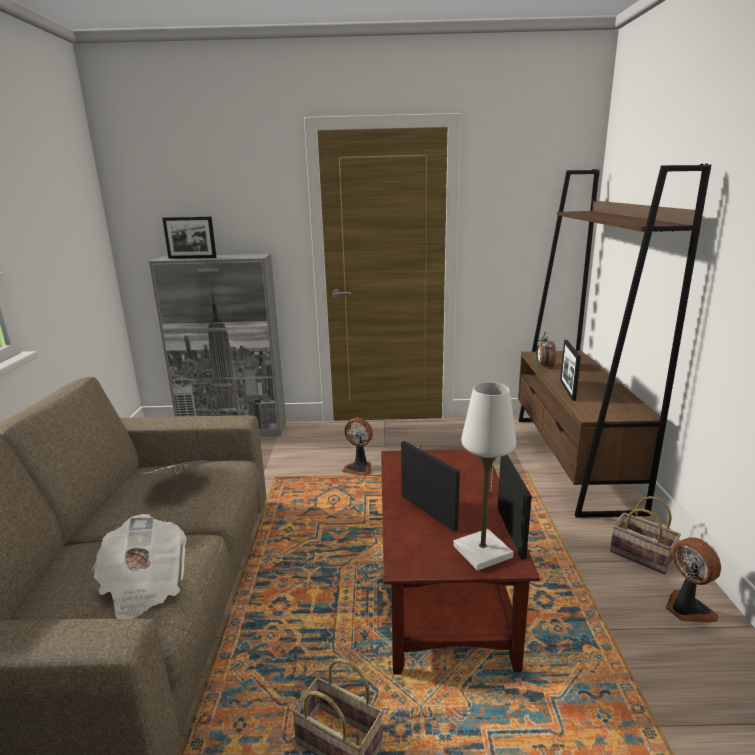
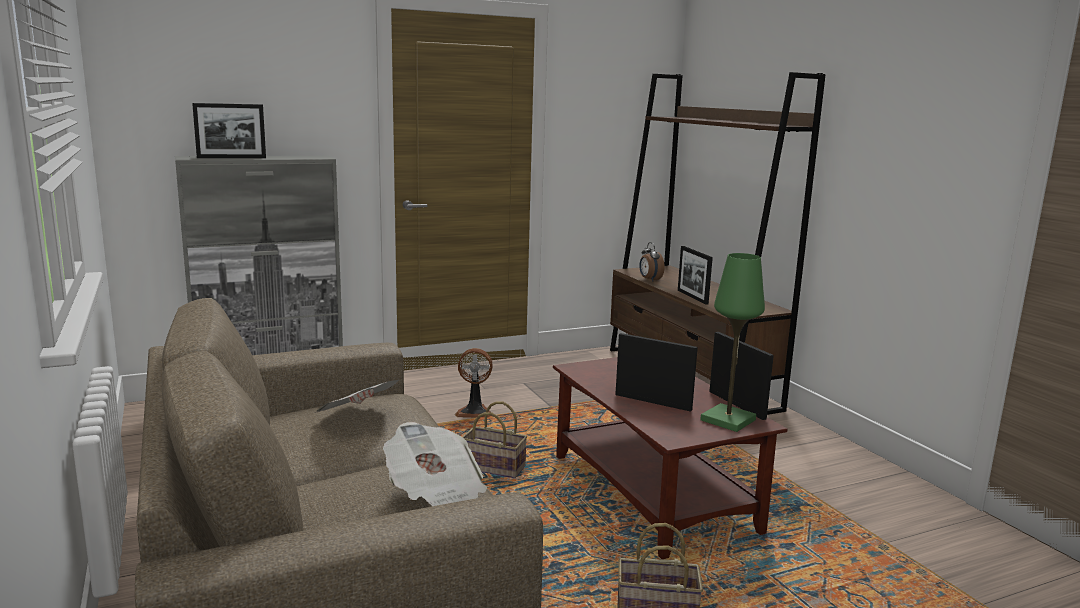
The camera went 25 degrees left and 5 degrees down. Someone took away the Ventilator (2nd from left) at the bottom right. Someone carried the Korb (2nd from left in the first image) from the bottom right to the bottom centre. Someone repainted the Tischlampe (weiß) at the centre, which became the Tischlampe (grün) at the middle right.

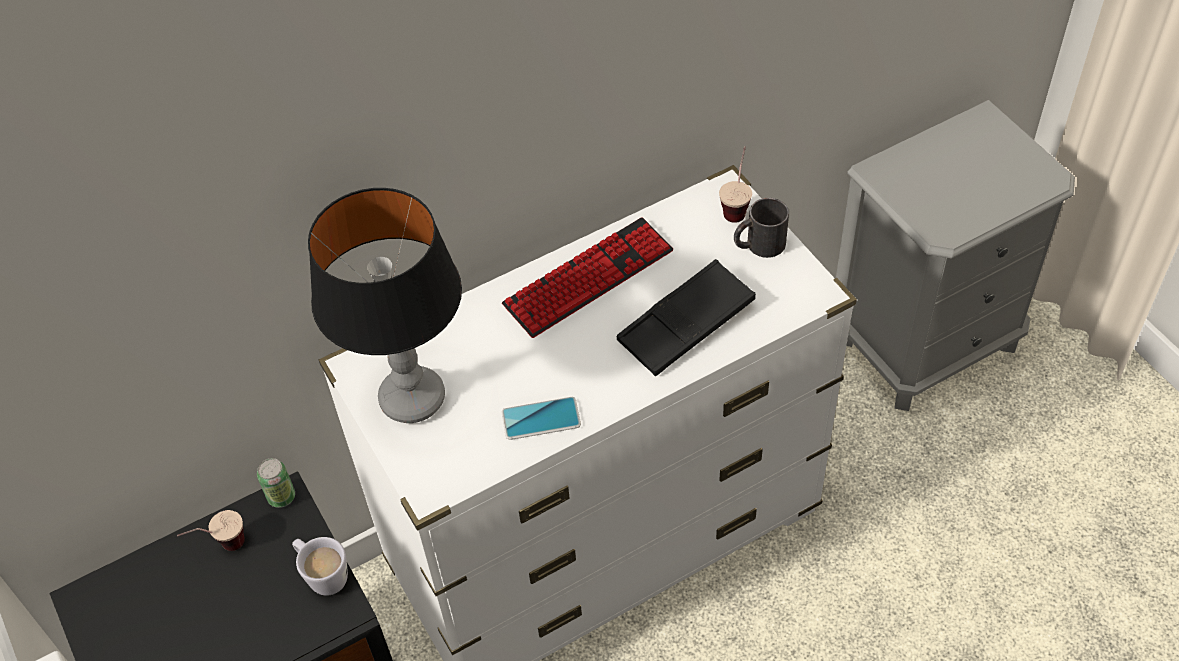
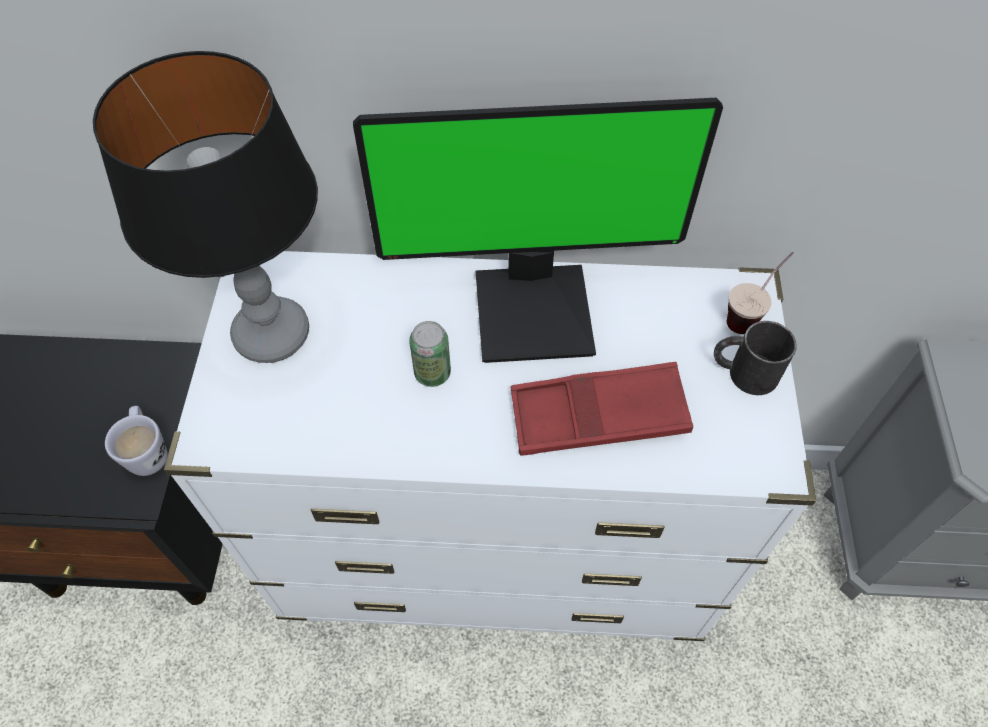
The camera went 30 degrees right and 5 degrees up. Someone took away the Tasse (1st from left) at the bottom left. Someone took away the Handy at the centre. Someone carried the Dose from the bottom left to the centre. Someone swapped the Tastatur at the centre for the Monitor at the top centre. Someone repainted the Tablett (schwarz) at the centre, which became the Tablett (rot) at the centre.

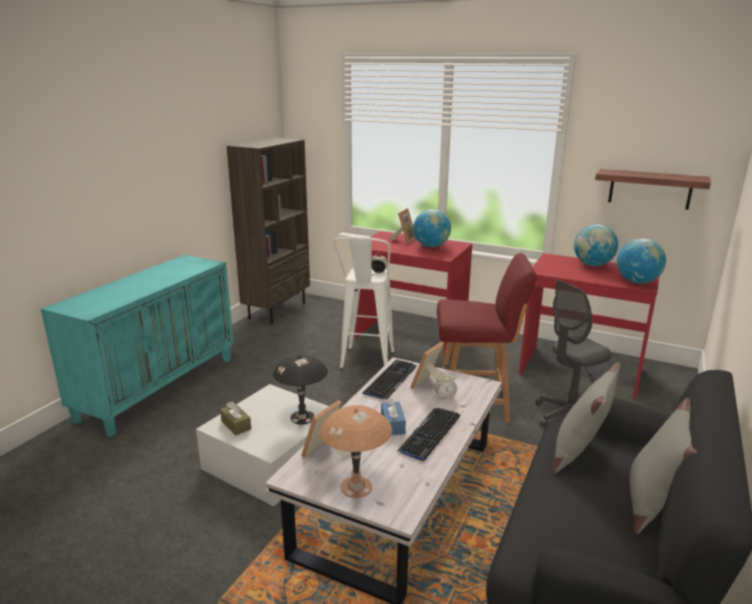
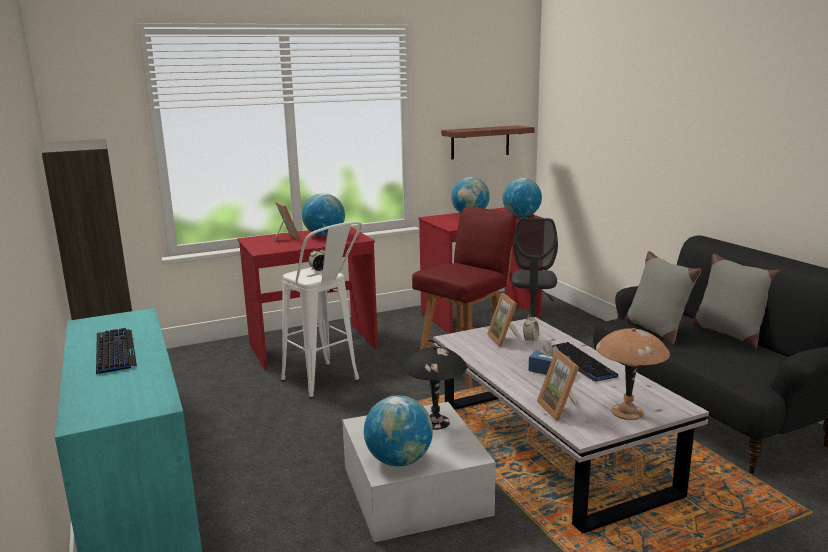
The camera went 50 degrees left and 5 degrees down. Someone carried the Tastatur (1st from left) from the centre to the middle left. Someone swapped the Taschentuchbox (braun) at the bottom left for the Globus (2nd from left) at the bottom centre.

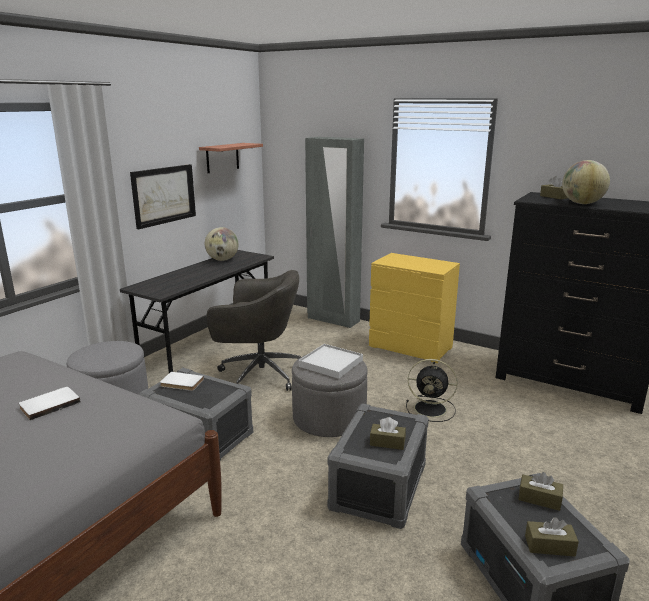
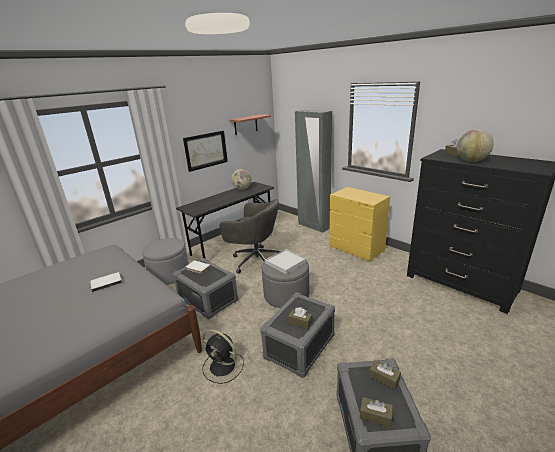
The camera went 15 degrees right and 5 degrees up. Someone carried the Ventilator (schwarz) from the centre to the bottom centre.

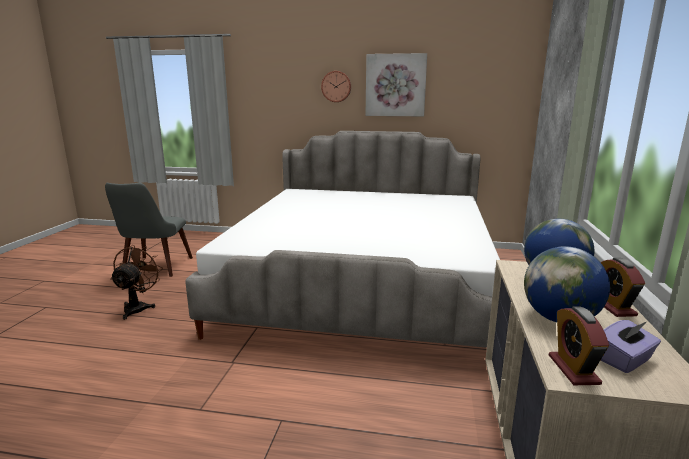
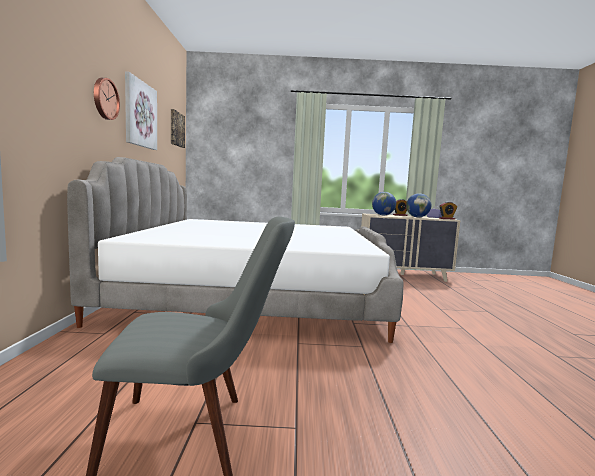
The camera went 100 degrees left and 10 degrees down. Someone took away the Ventilator (braun) at the middle left. Someone put up the Bild (2nd from left) at the top left.

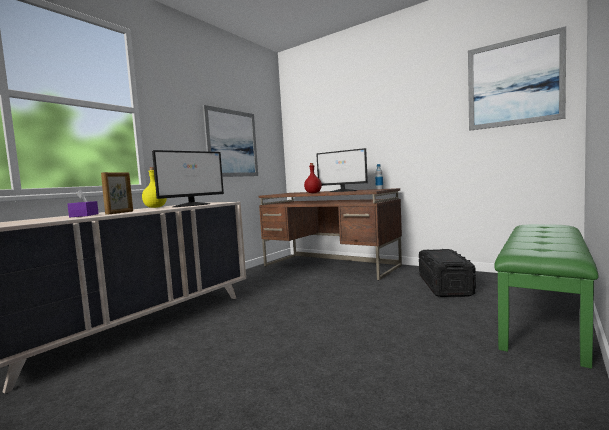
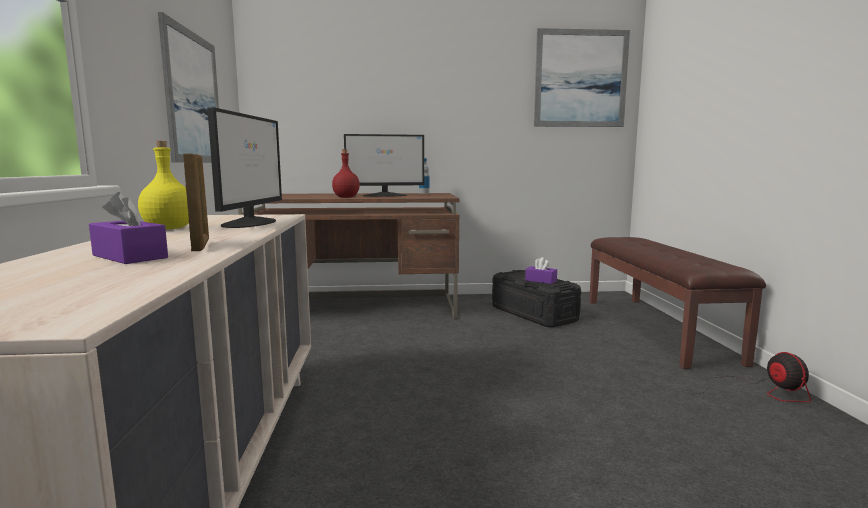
The camera went 40 degrees left and 5 degrees up. Someone put down the Taschentuchbox (lila) (2nd from left) at the centre. Someone put down the Ventilator at the bottom right. Someone repainted the Bank (grün) at the bottom right, which became the Bank (braun) at the middle right.

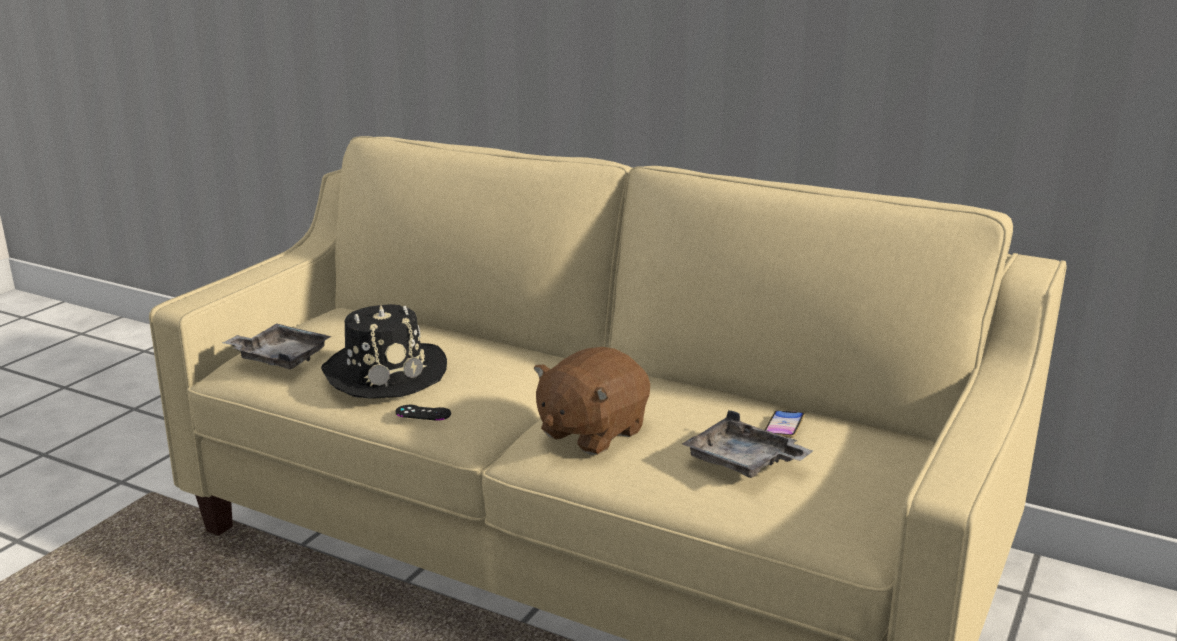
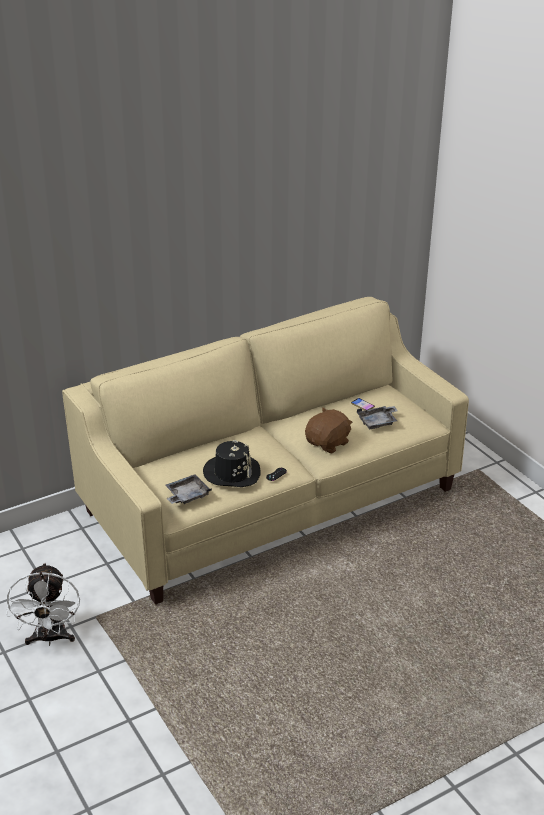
The camera went 60 degrees left and 10 degrees up. Someone put down the Ventilator (weiß) at the bottom left. Someone rotated the Plüschtier (braun) at the centre by 120 degrees counterclockwise.

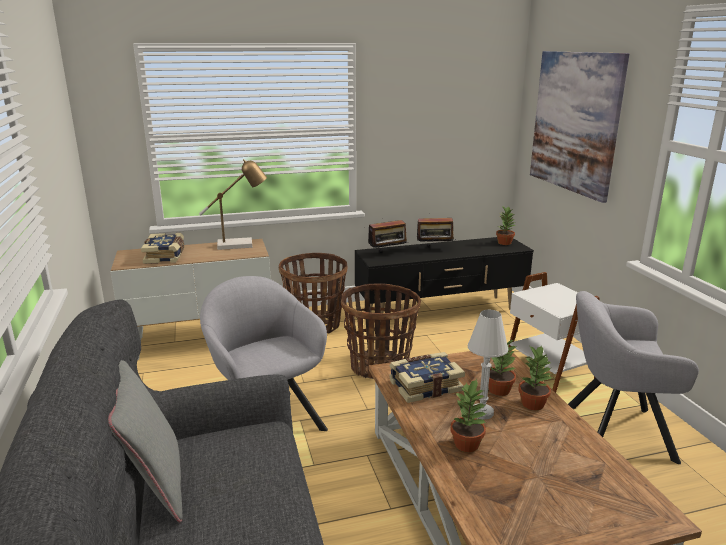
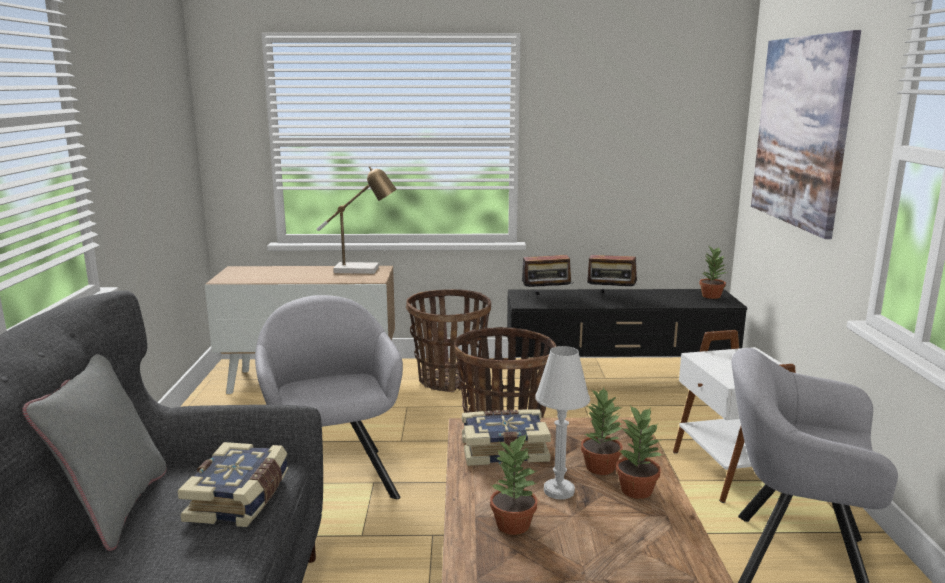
The camera went 15 degrees right and 5 degrees down. Someone carried the Buch (1st from left) from the middle left to the bottom left.

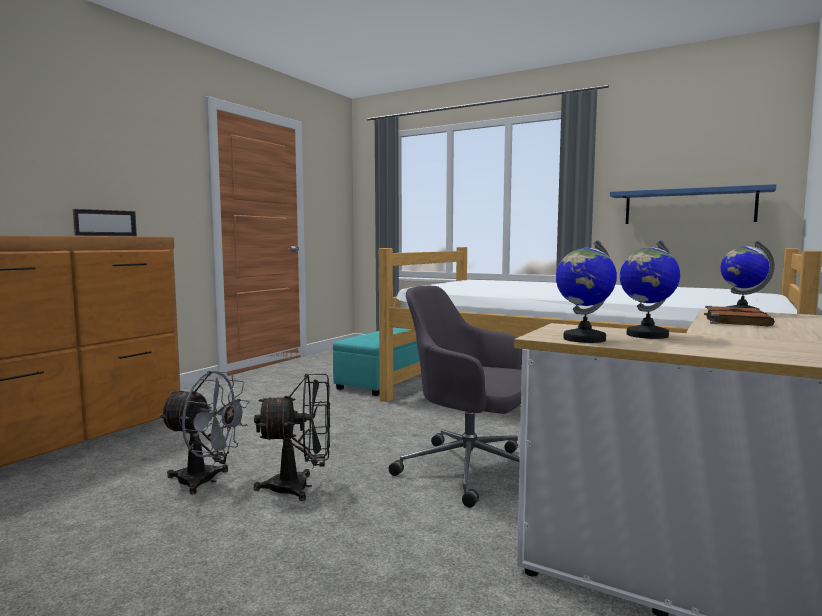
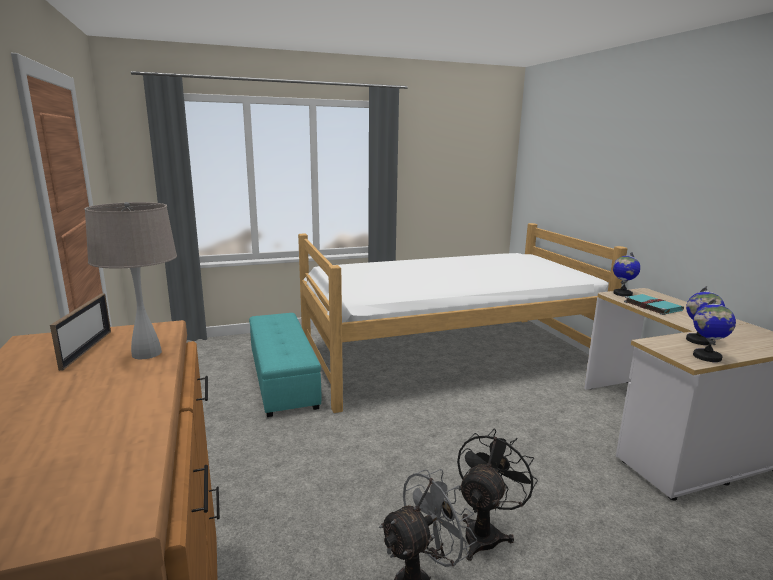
The camera went 50 degrees left and 10 degrees up. Someone took away the Bürostuhl (grau) at the centre. Someone took away the Wandregal (blau) at the top right. Someone put down the Tischlampe (beige) at the middle left. Someone repainted the Buch (braun) at the middle right, which became the Buch (türkis) at the middle right.

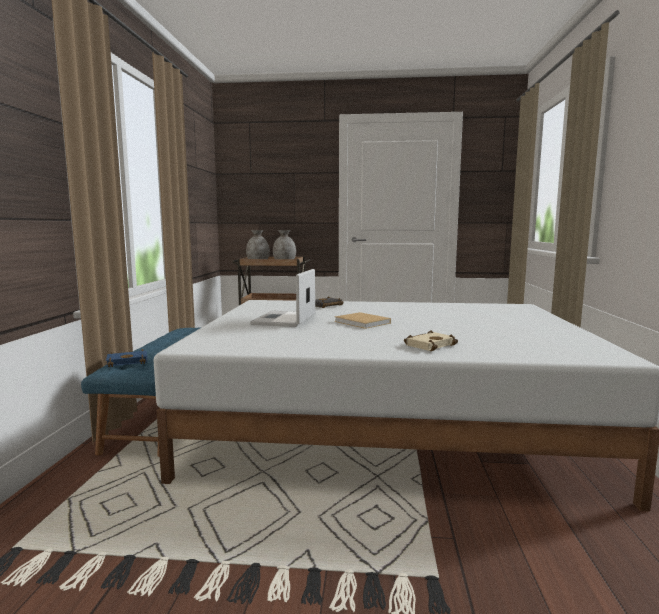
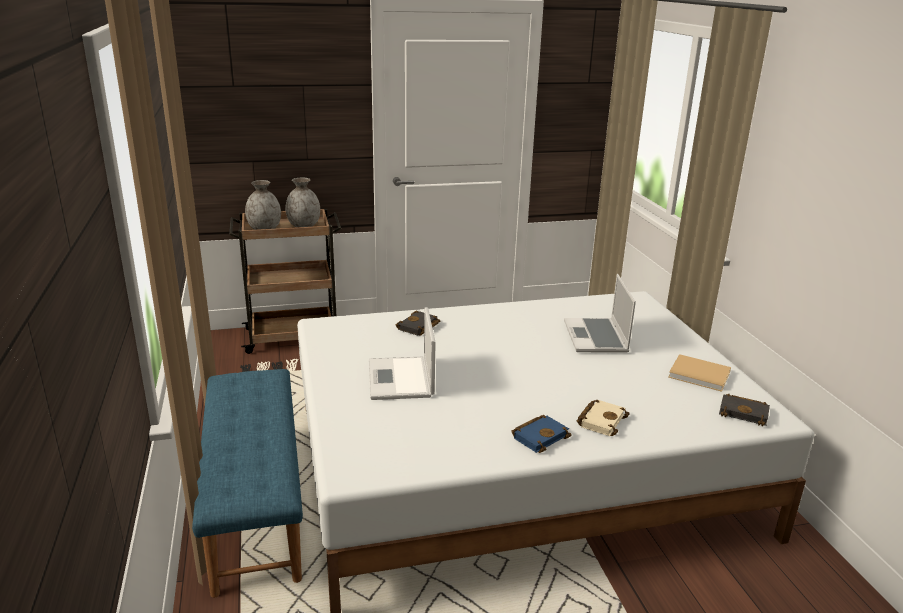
The camera went 20 degrees left and 15 degrees up. Someone put down the Laptop (2nd from left) at the centre. Someone put down the Buch (schwarz) (2nd from left) at the bottom right. Someone carried the Buch (blau) from the middle left to the bottom centre. Someone carried the Buch (beige) (1st from left in the first image) from the centre to the middle right.

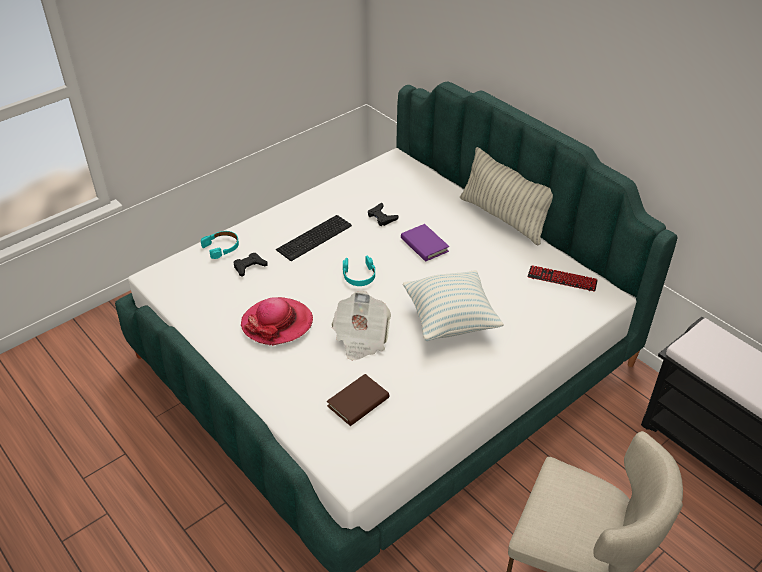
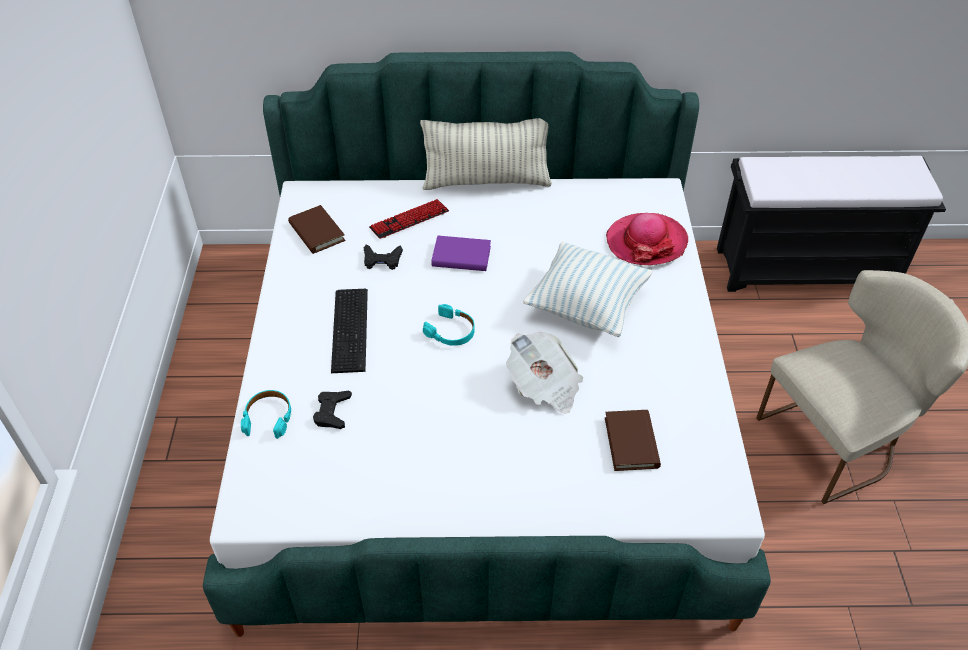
The camera went 50 degrees left and 5 degrees up. Someone put down the Buch (braun) (1st from left) at the middle left. Someone carried the Hut from the centre to the middle right. Someone carried the Tastatur (2nd from left) from the middle right to the centre.

